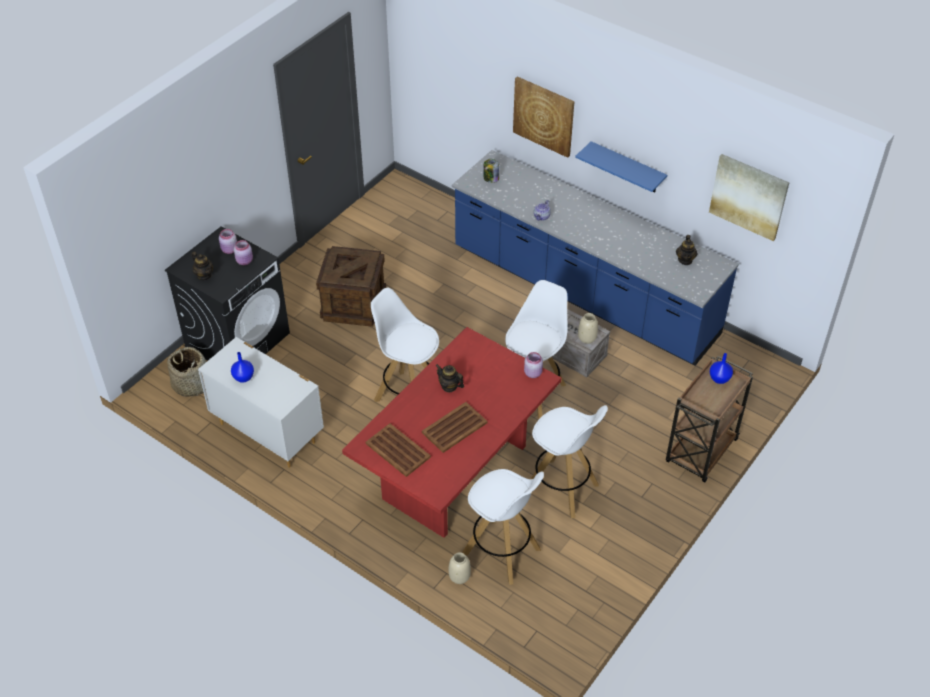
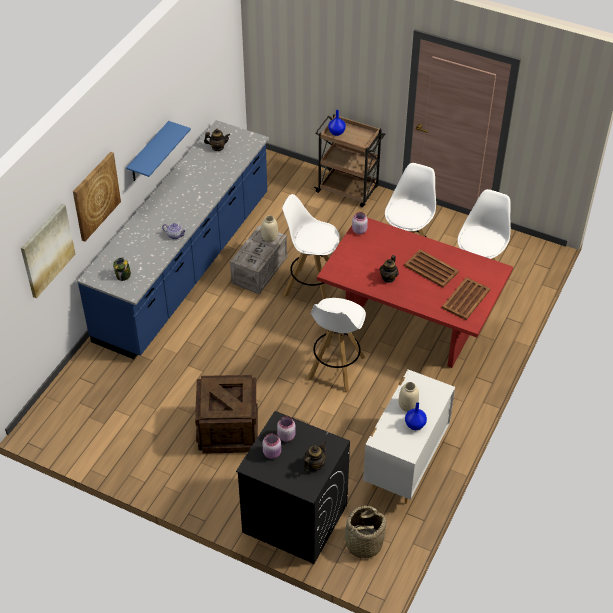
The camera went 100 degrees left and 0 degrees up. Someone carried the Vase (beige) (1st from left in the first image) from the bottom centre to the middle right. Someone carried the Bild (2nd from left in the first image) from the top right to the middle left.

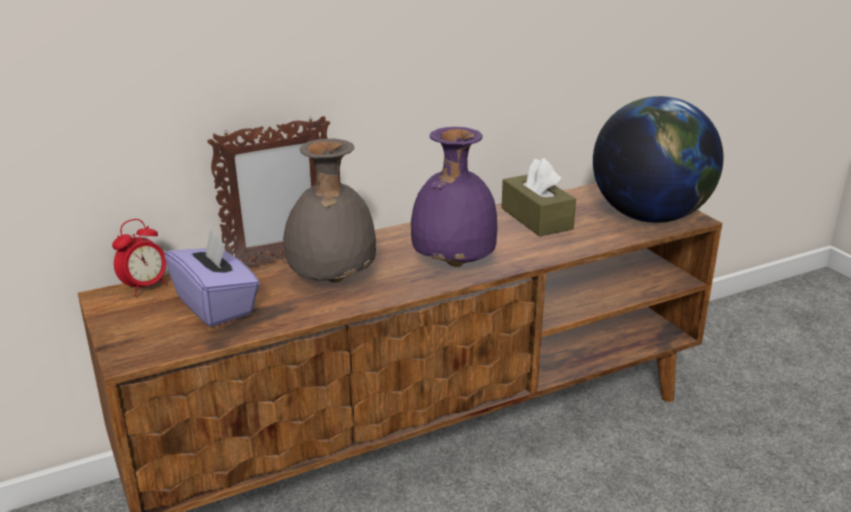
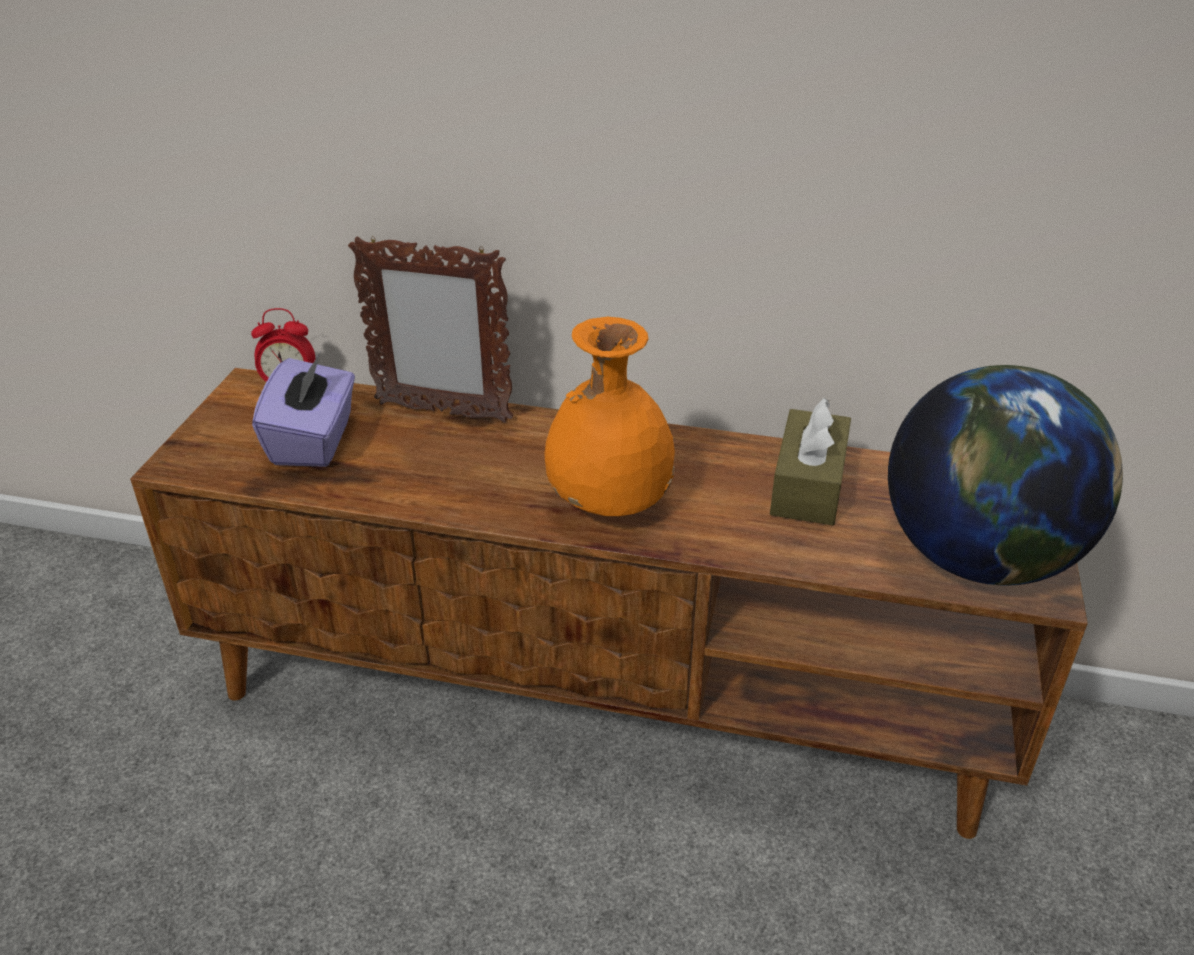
The camera went 40 degrees right and 10 degrees up. Someone took away the Vase (grau) at the centre. Someone repainted the Vase (lila) at the centre, which became the Vase (orange) at the centre.

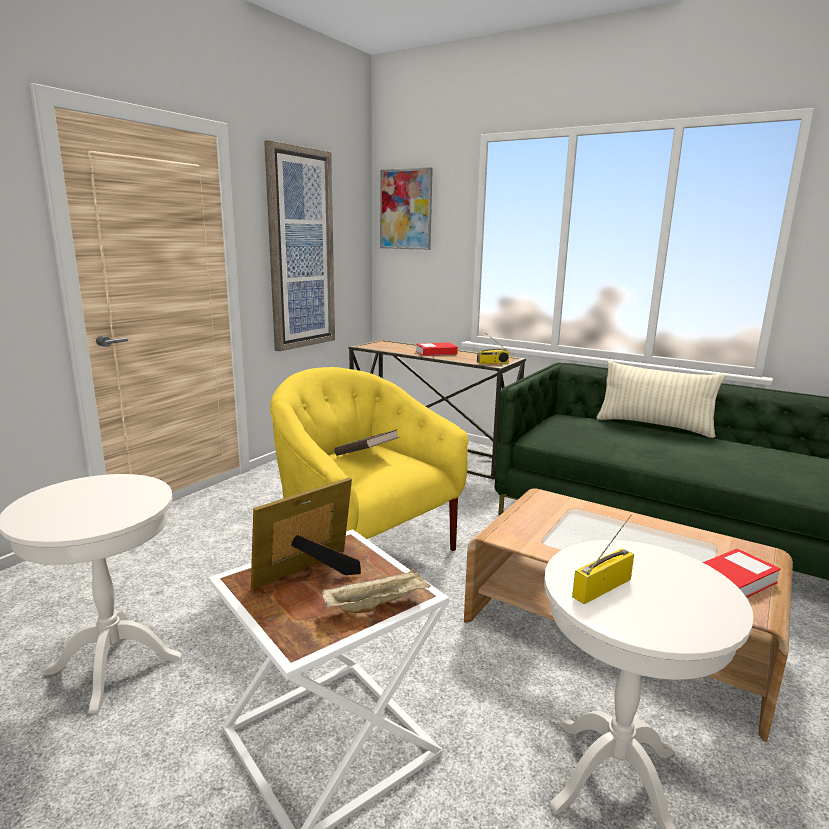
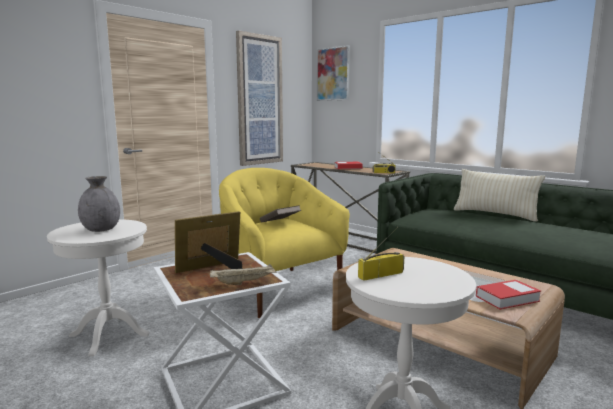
The camera went 10 degrees right and 5 degrees down. Someone put down the Vase (grau) at the middle left.

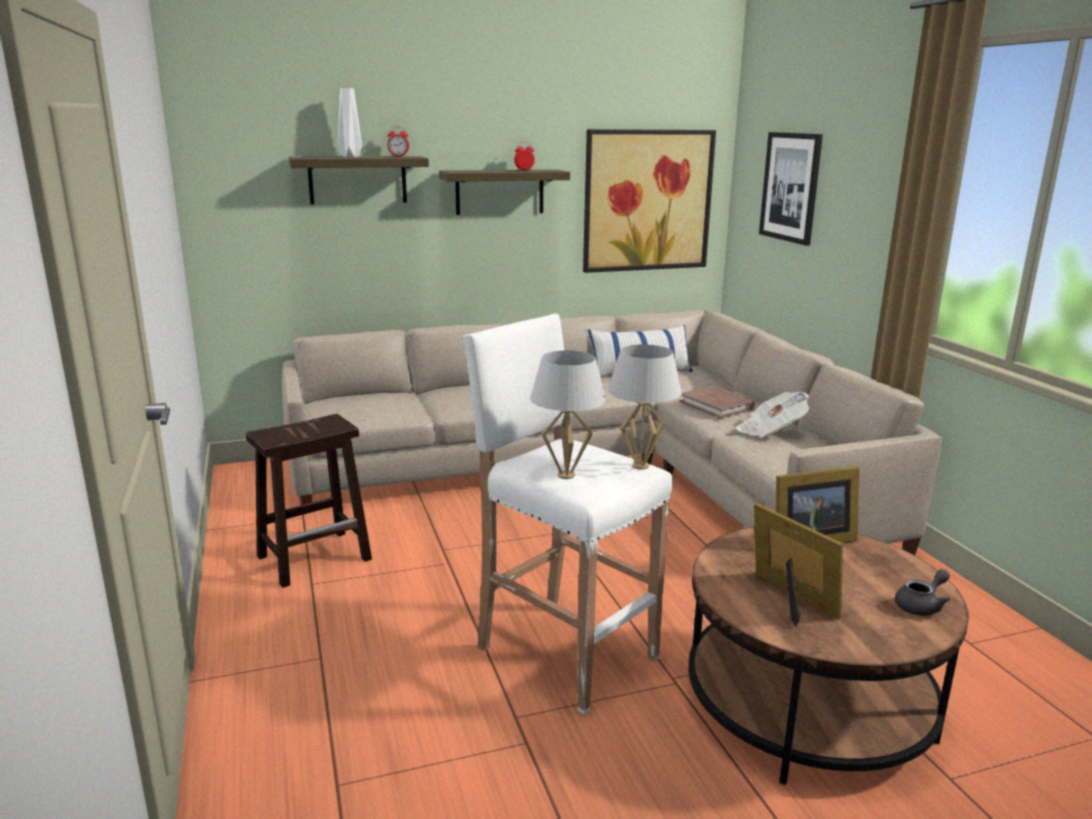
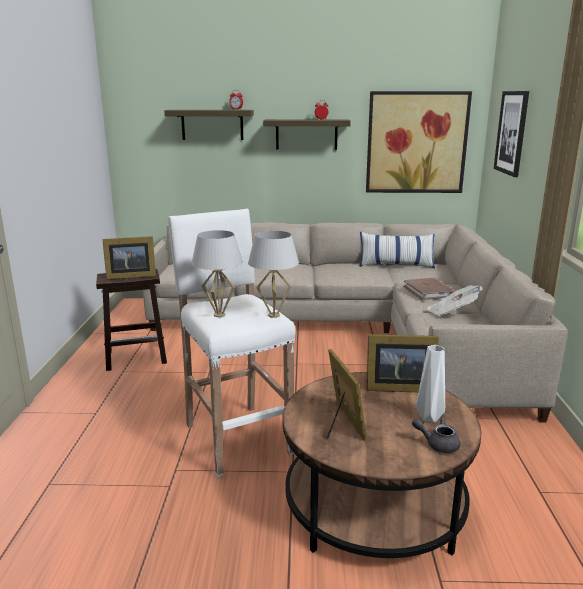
The camera went 20 degrees right and 0 degrees up. Someone put down the Bilderrahmen (1st from left) at the middle left. Someone carried the Vase (weiß) from the top left to the middle right. Someone rotated the Teekanne (grau) at the bottom right by 150 degrees counterclockwise.

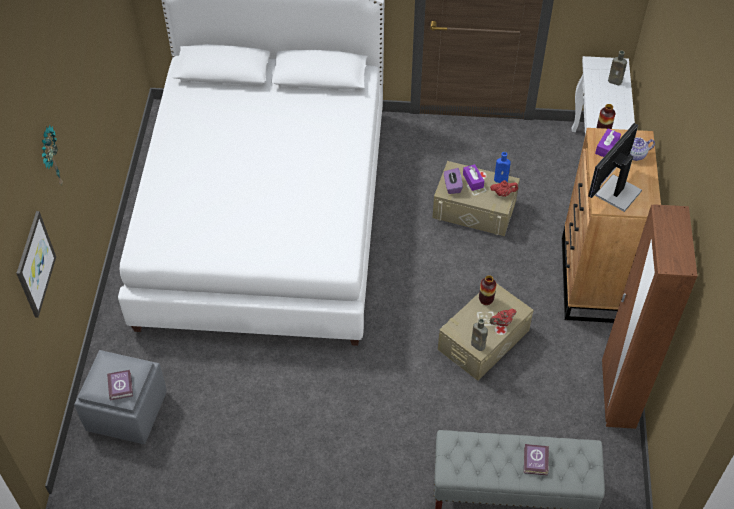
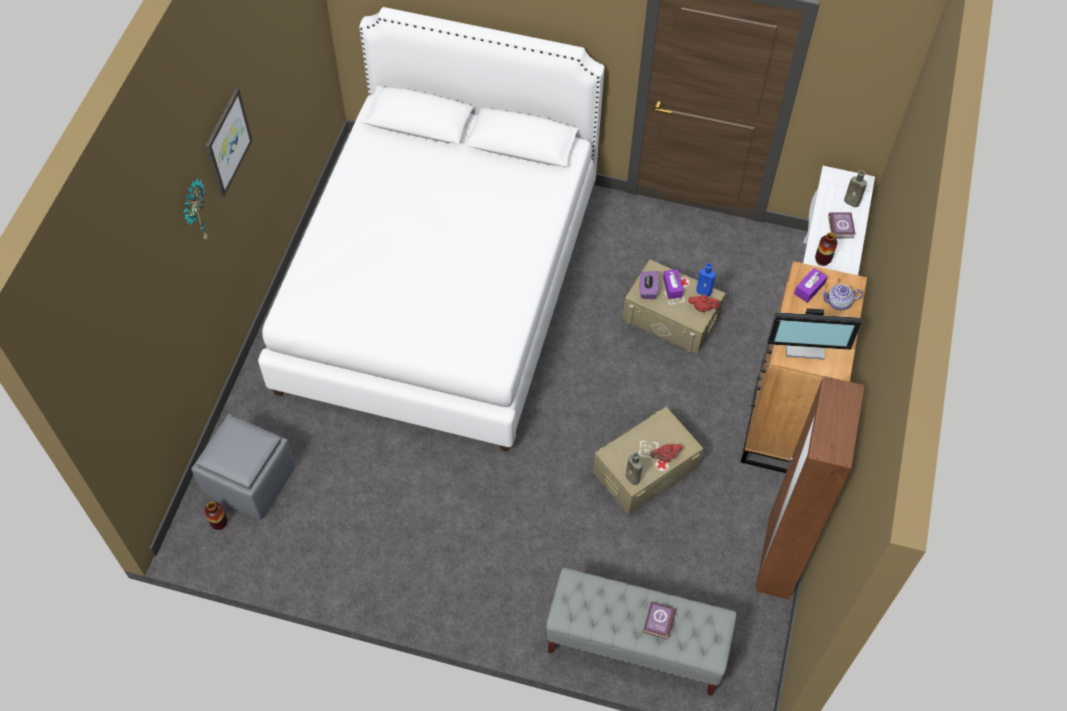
The camera went 10 degrees right and 5 degrees up. Someone carried the Bild from the middle left to the top left. Someone carried the Buch (1st from left in the first image) from the bottom left to the top right. Someone carried the Vase (1st from left) from the centre to the bottom left. Someone rotated the Monitor at the top right by 135 degrees counterclockwise.

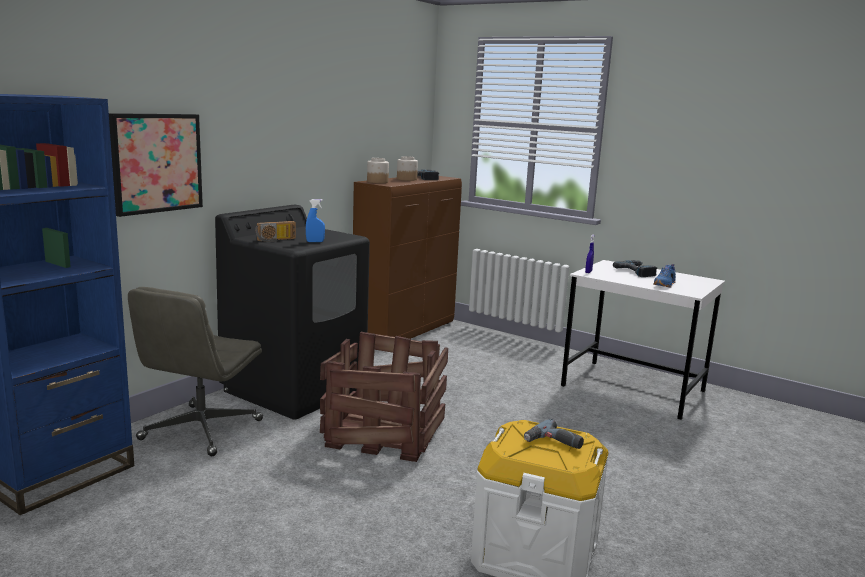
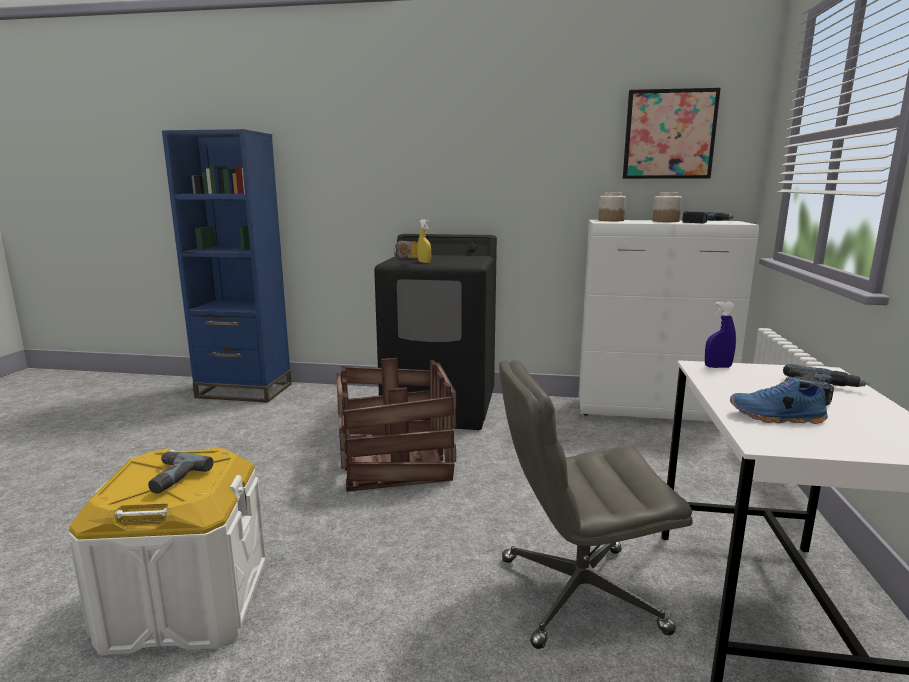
The camera went 65 degrees right and 0 degrees up. Someone carried the Bild from the top left to the top right. Someone carried the Bürostuhl (grau) from the middle left to the bottom centre. Someone repainted the Sprühflasche (blau) (1st from left) at the centre, which became the Sprühflasche (gelb) at the centre. Someone repainted the Schrank (braun) at the centre, which became the Schrank (weiß) at the middle right.

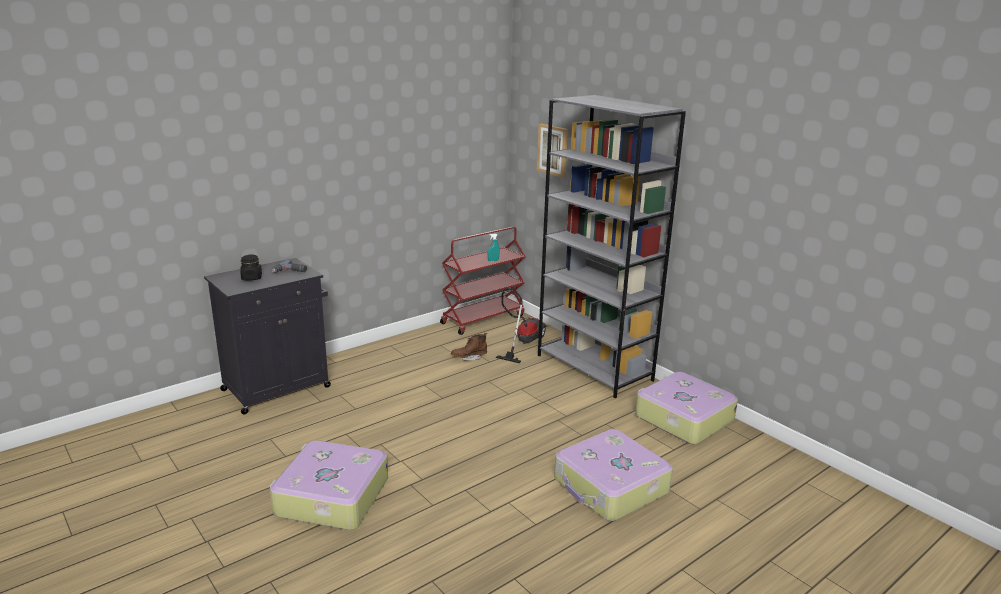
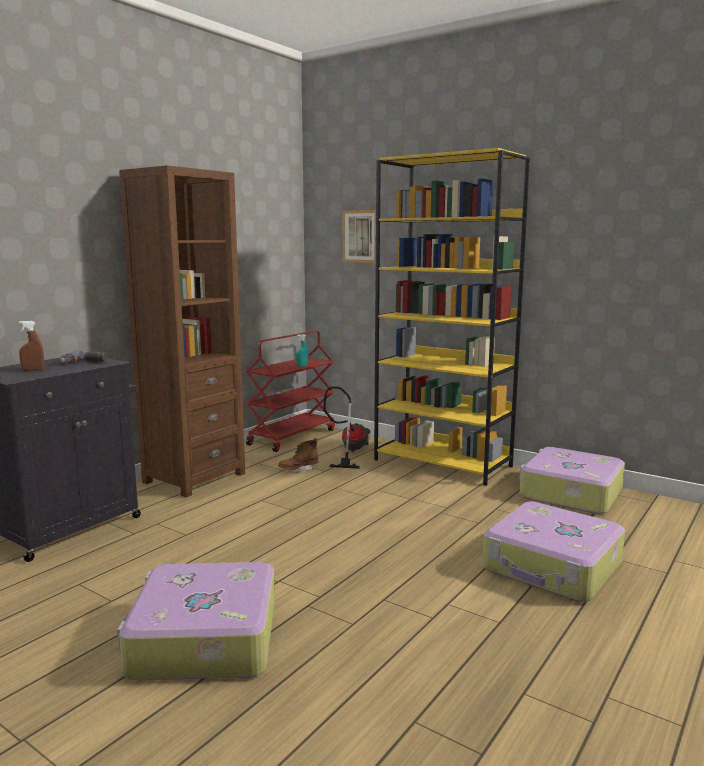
The camera went 15 degrees left and 10 degrees down. Someone put down the Bücherregal (braun) at the middle left. Someone swapped the Vorratsglas (schwarz) at the middle left for the Sprühflasche (braun) at the middle left. Someone repainted the Bücherregal (grau) at the centre, which became the Bücherregal (gelb) at the centre.

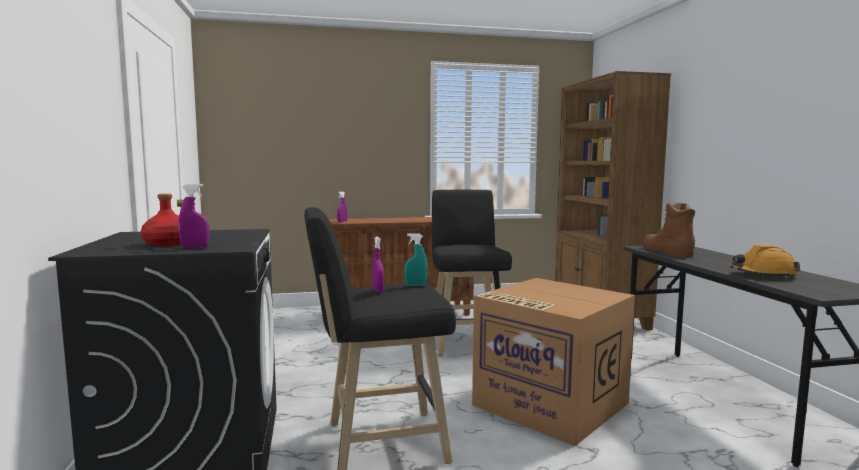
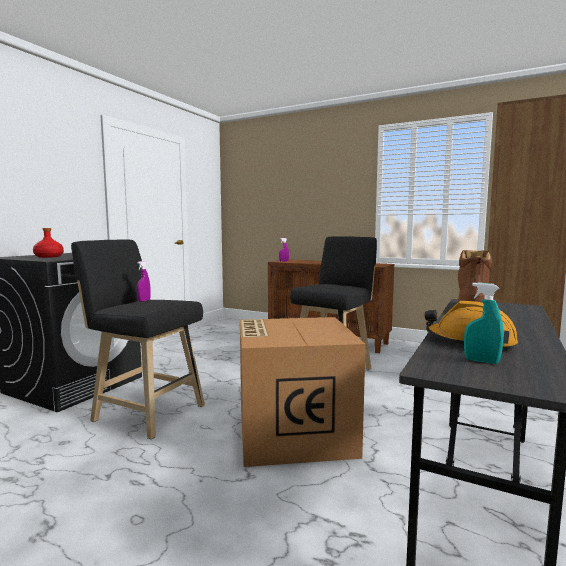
The camera went 40 degrees right and 0 degrees up. Someone took away the Sprühflasche (lila) (1st from left) at the middle left. Someone carried the Sprühflasche (türkis) from the centre to the middle right.

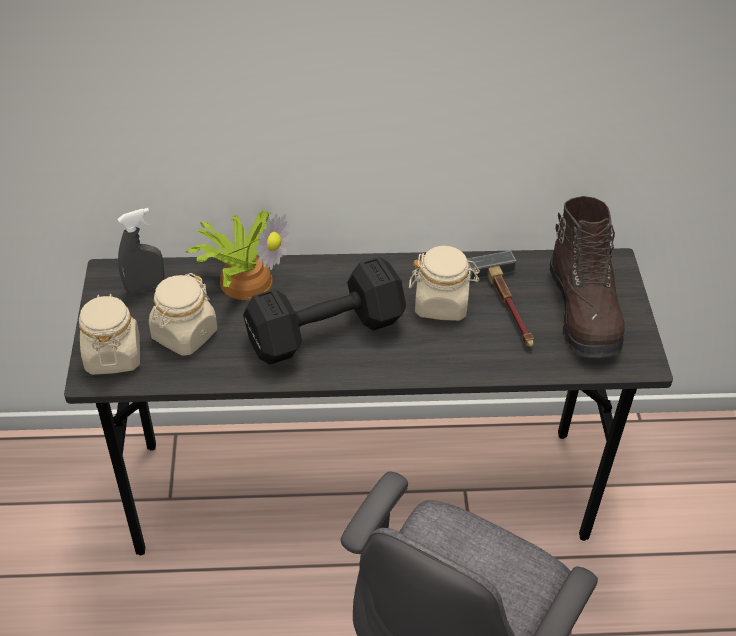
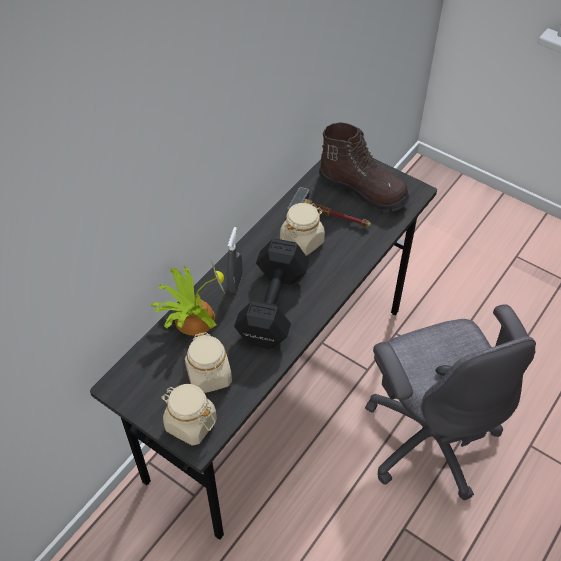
The camera went 50 degrees left and 5 degrees up. Someone carried the Sprühflasche (grau) from the middle left to the centre.

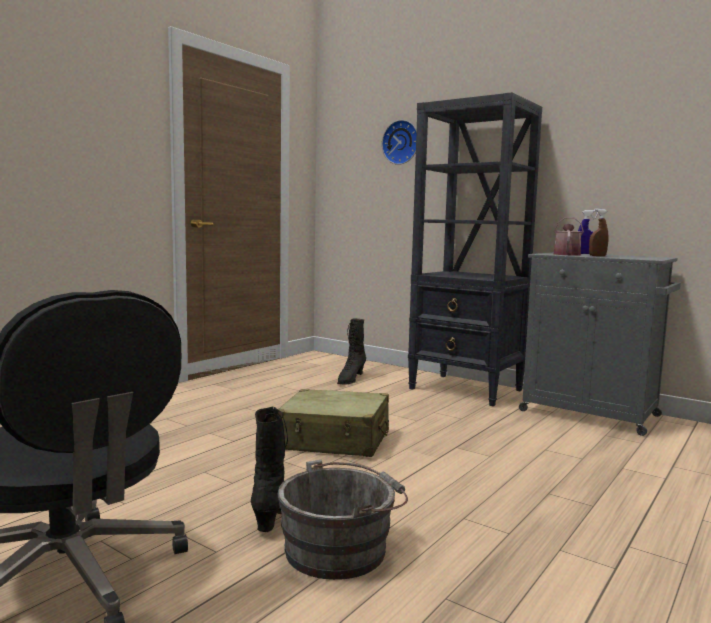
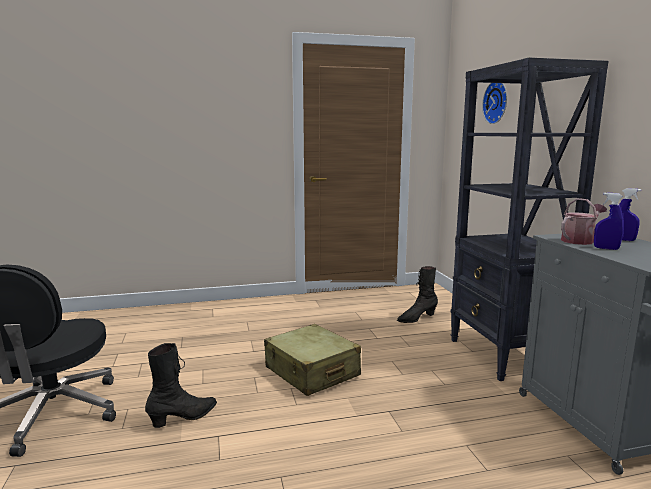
The camera went 40 degrees right and 5 degrees up. Someone took away the Eimer (grau) at the bottom centre. Someone repainted the Sprühflasche (braun) at the middle right, which became the Sprühflasche (blau) (1st from left) at the middle right.

